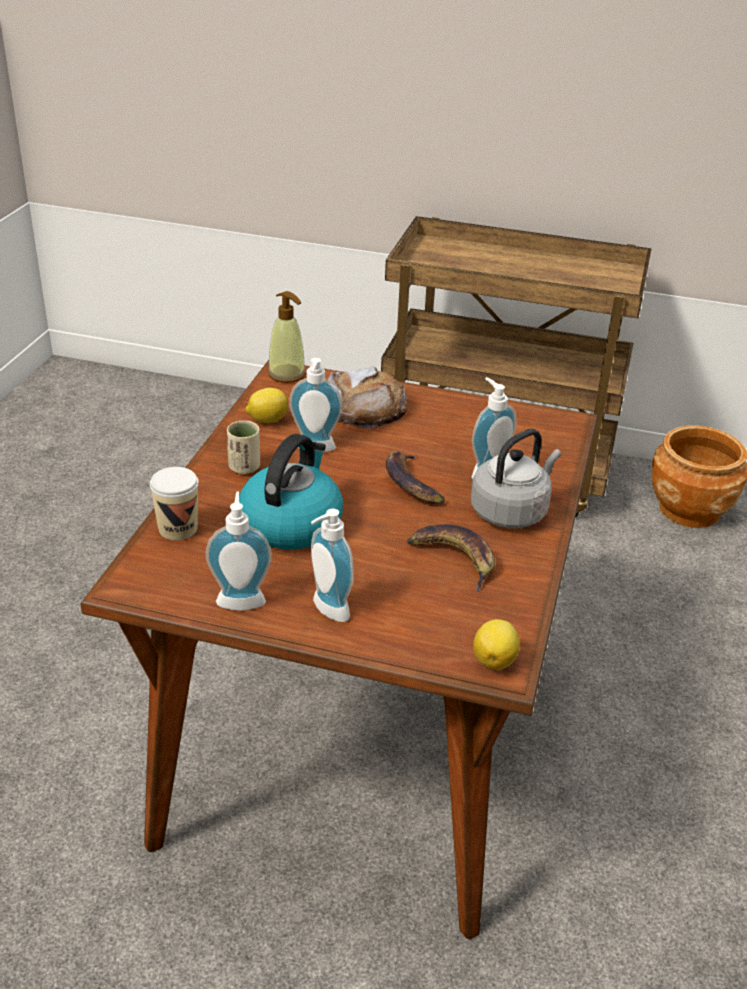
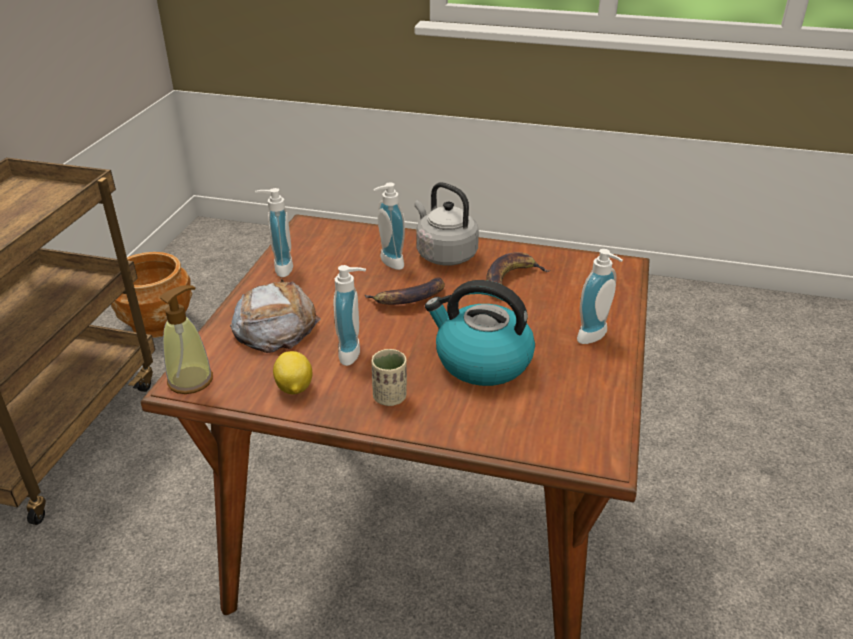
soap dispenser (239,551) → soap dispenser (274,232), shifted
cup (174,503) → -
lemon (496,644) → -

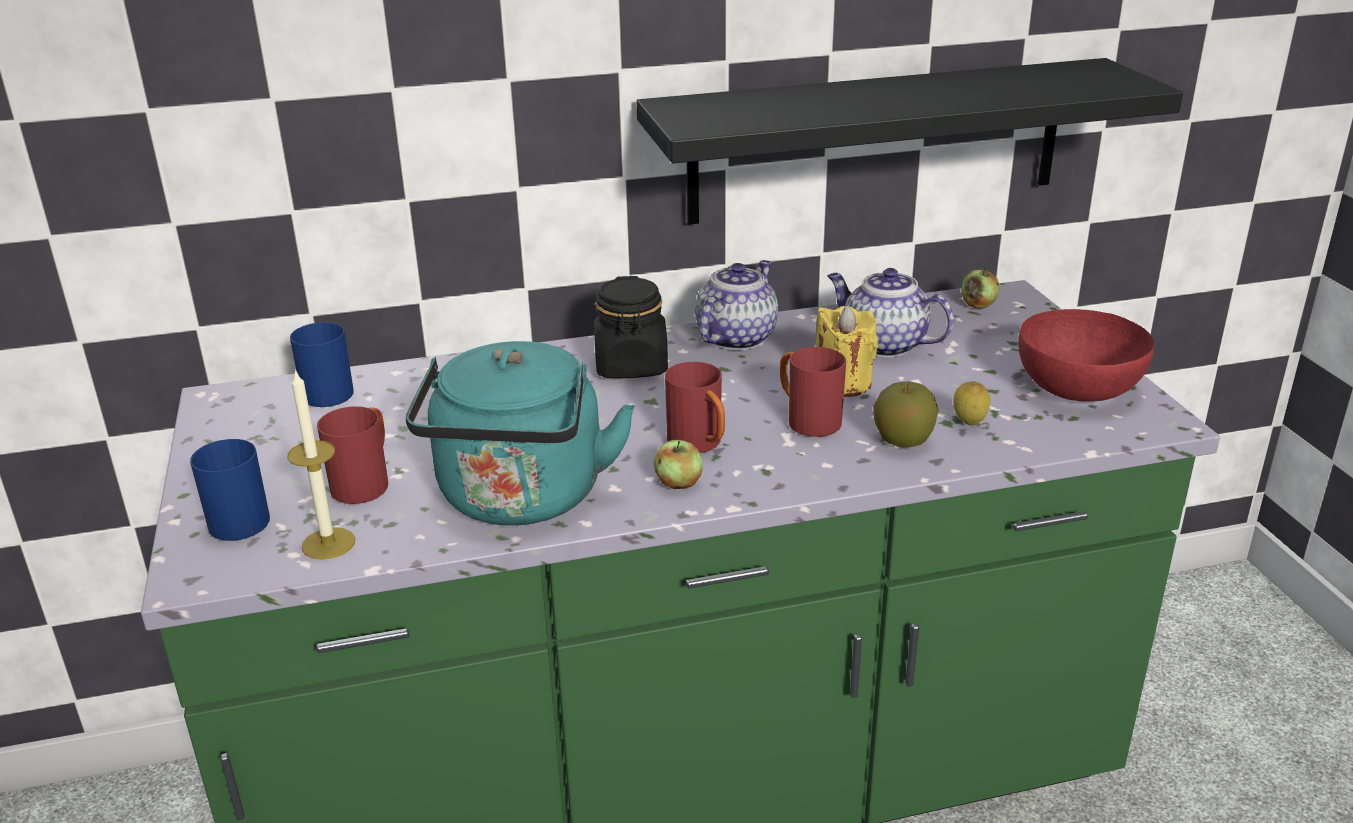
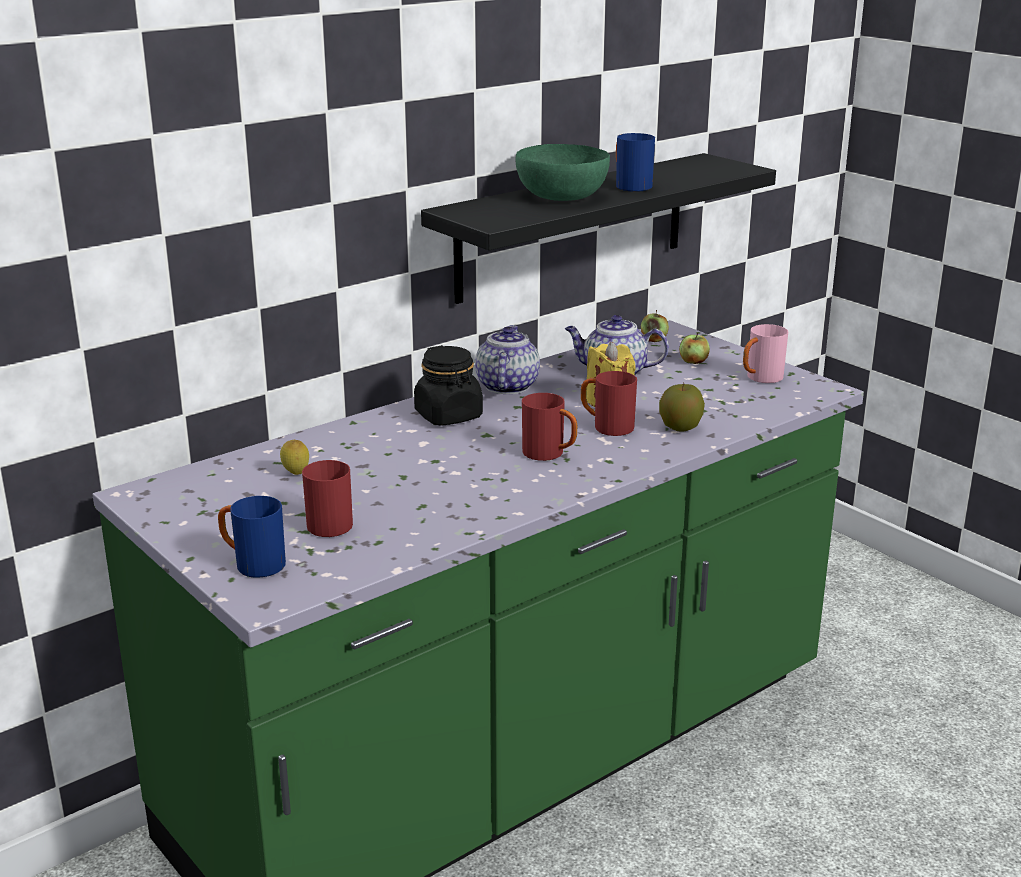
lemon (971,403) → lemon (294,457), shifted
- → bowl (green) (563,172)
mug (blue) (322,364) → mug (blue) (635,162), shifted
apple (678,464) → apple (694,348), shifted
bowl (red) (1086,355) → mug (pink) (765,353)
candle (321,464) → -
kettle (turquoise) (520,433) → -

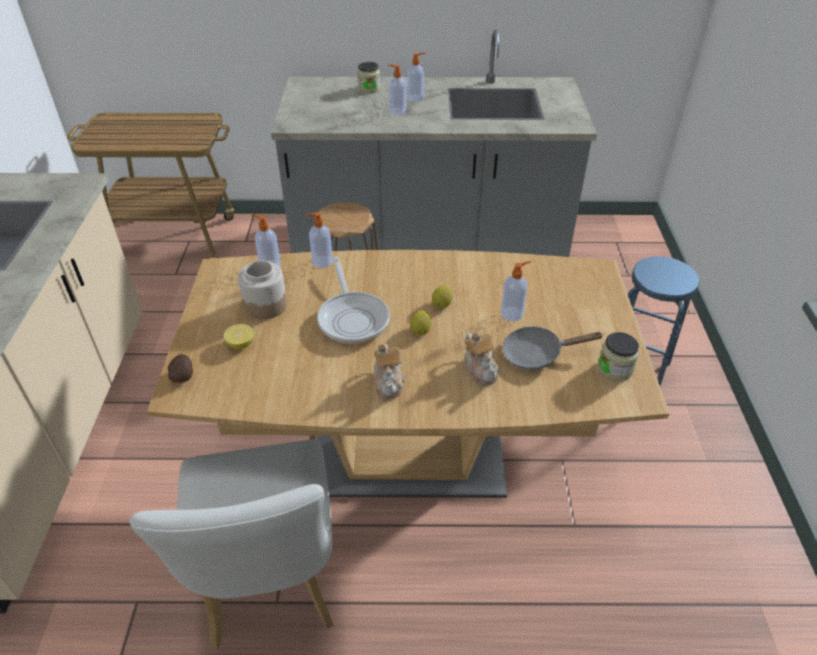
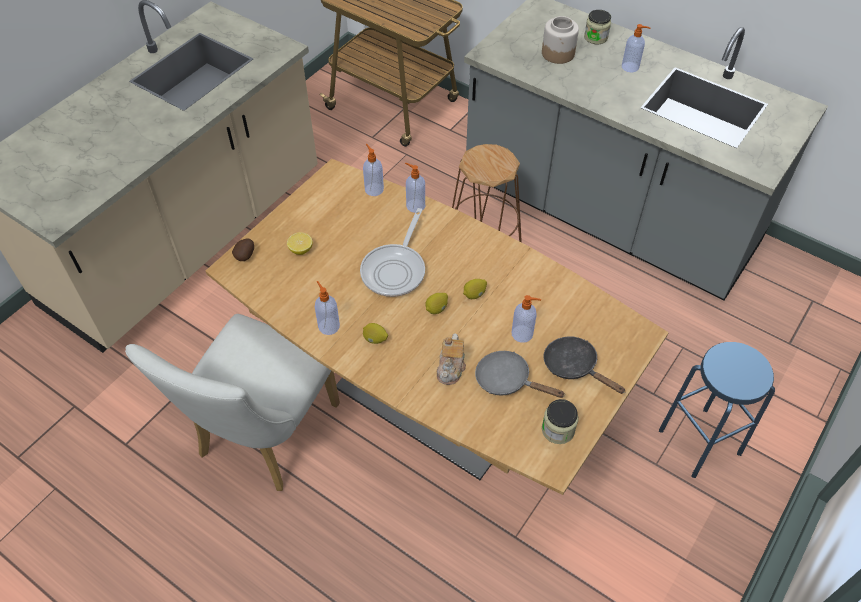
soap dispenser (397,89) → soap dispenser (327,308), shifted
teapot (389,371) → lemon (375,333)
jar (262,290) → jar (560,40), shifted
- → frying pan (black) (584,365)

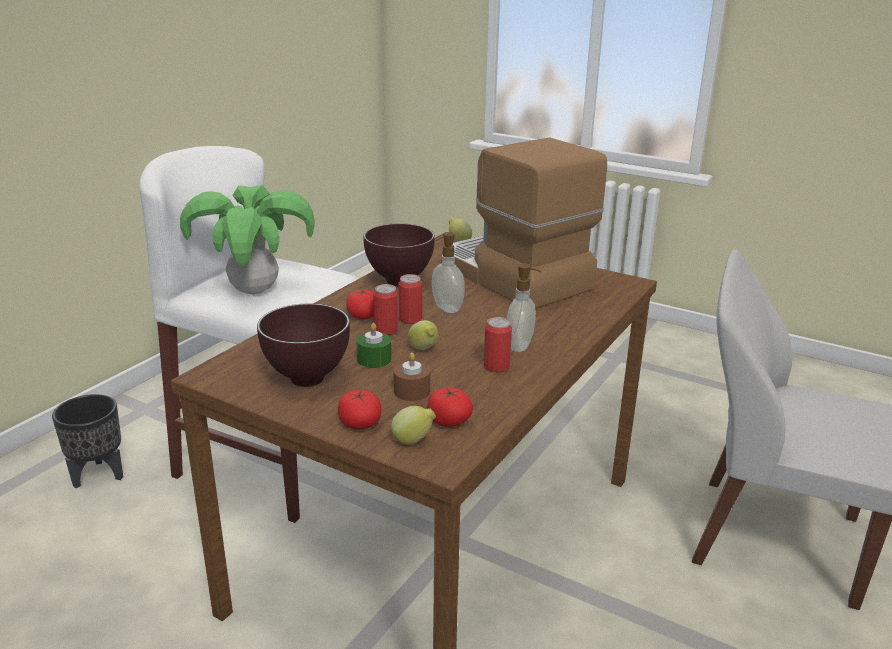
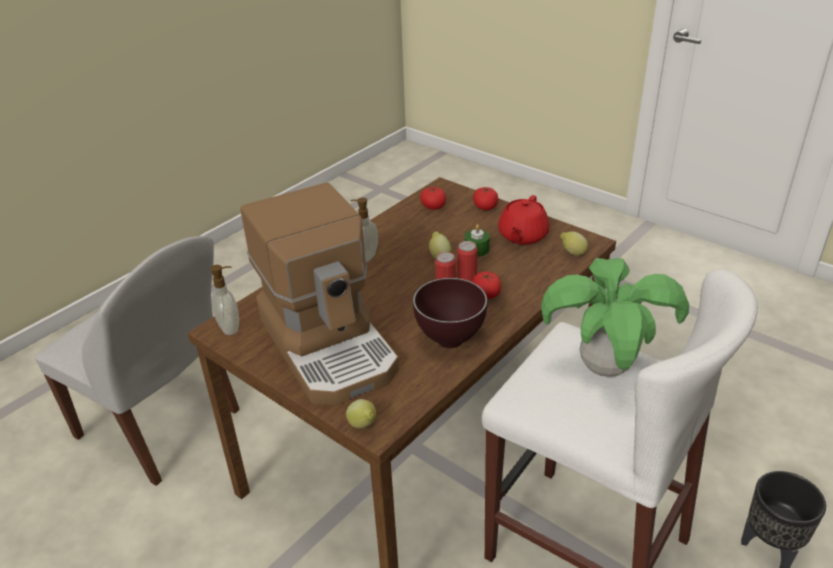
soap dispenser (448,272) → soap dispenser (224,300), shifted
bowl (brown) (303,345) → teapot (red) (524,220)
lemon (413,425) → lemon (574,243), shifted
candle (brown) (411,377) → -
can (498,344) → -

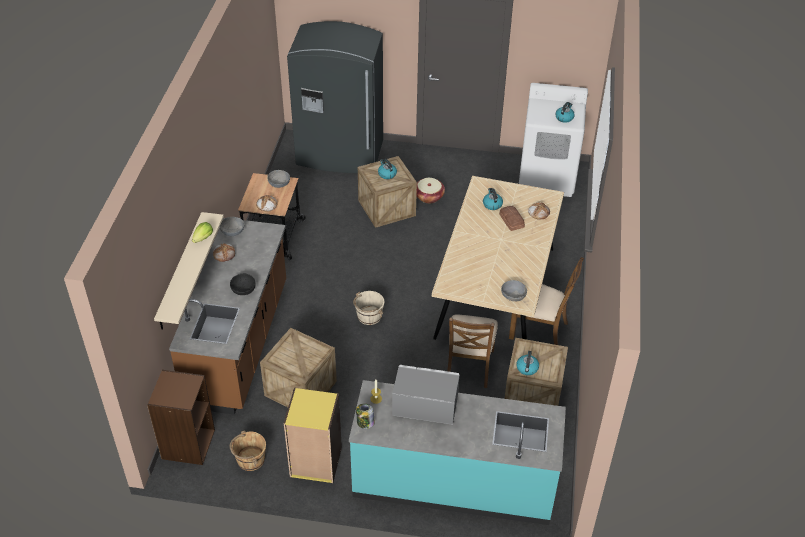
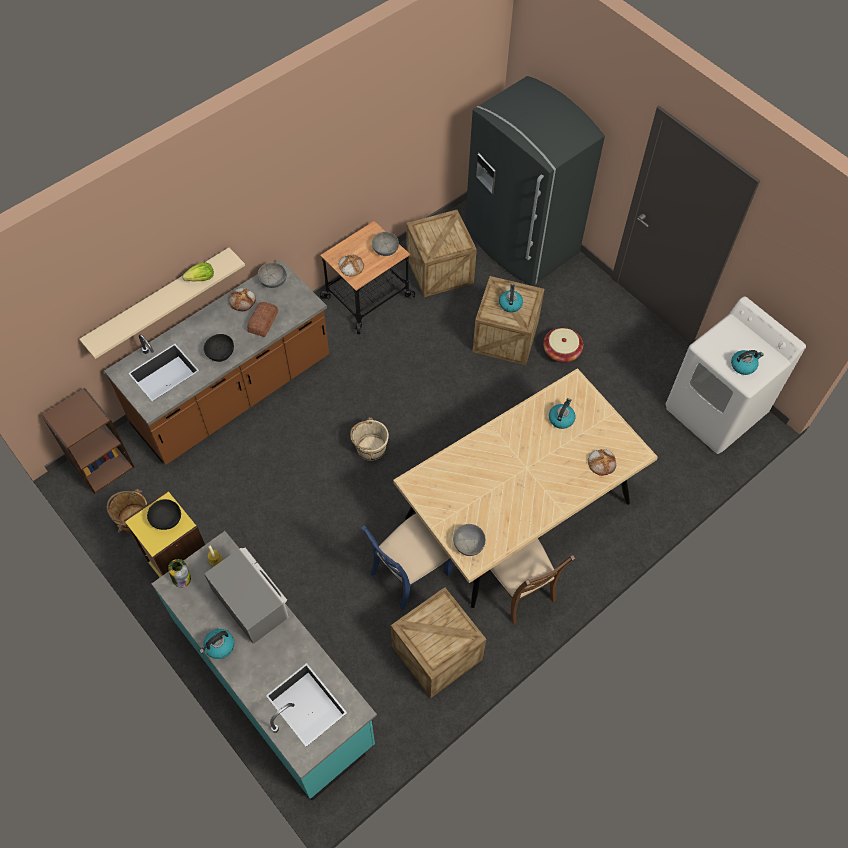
- → bowl (black) (164,514)
kettle (528,363) → kettle (217,644), shifted
bread (512,218) → bread (262,319), shifted
chair (brown) (472,351) → chair (blue) (407,561)
crate (298,367) → crate (441,253), shifted

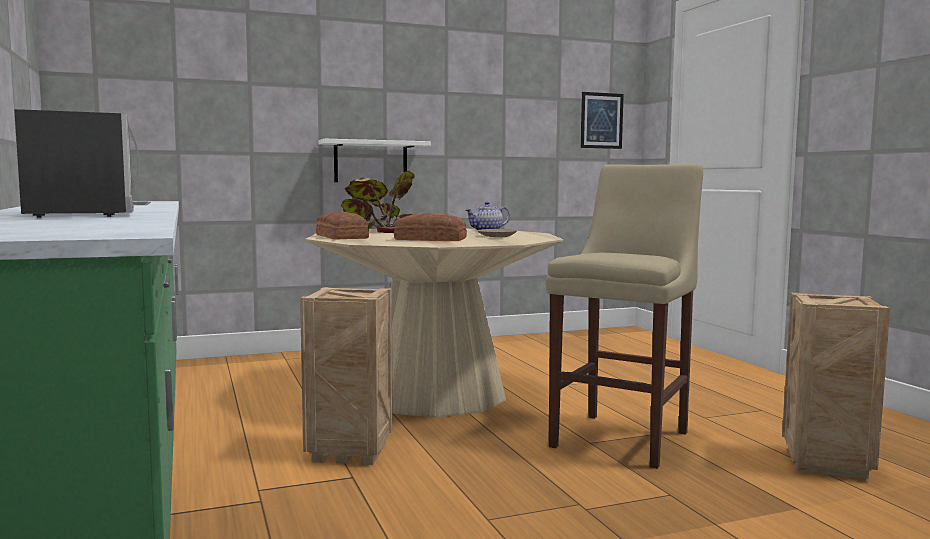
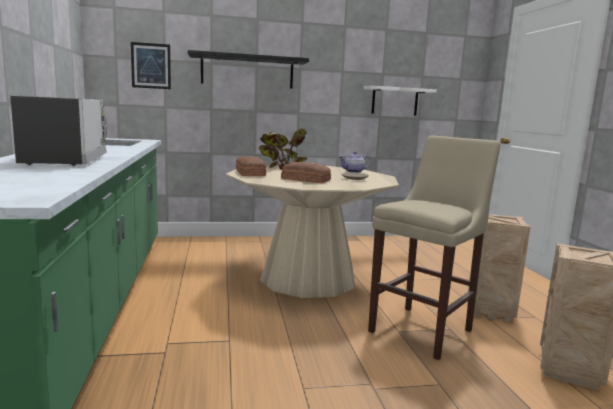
picture (602,120) → picture (151,65), shifted
- → shelf (black) (248,69)
shelf (white) (374,160) → shelf (white) (400,101), shifted
crate (346,376) → crate (499,268), shifted

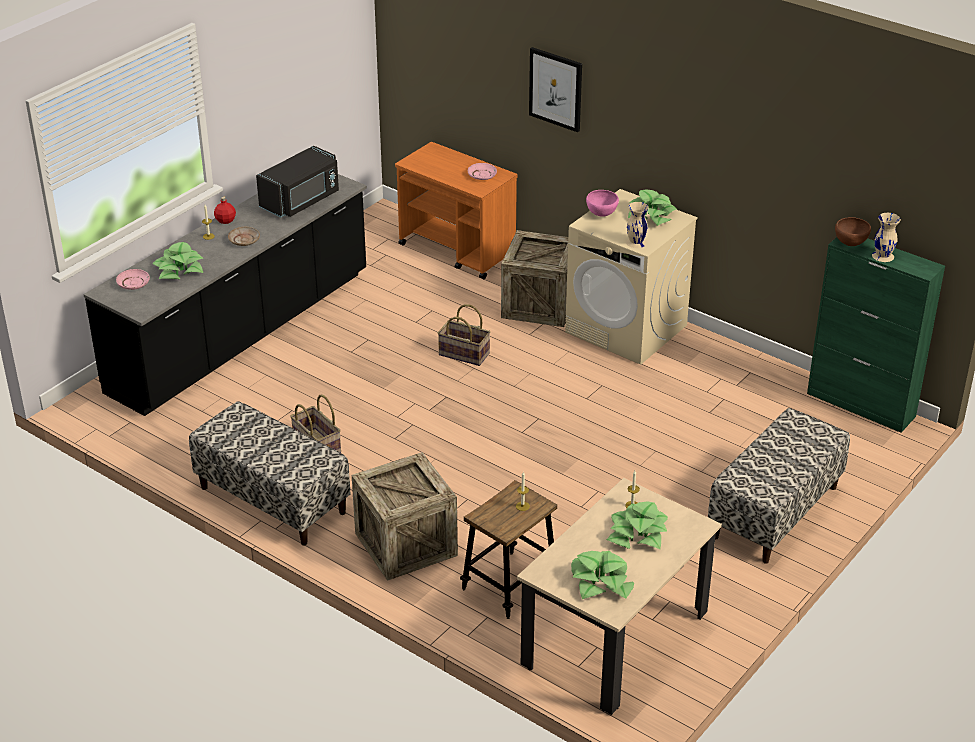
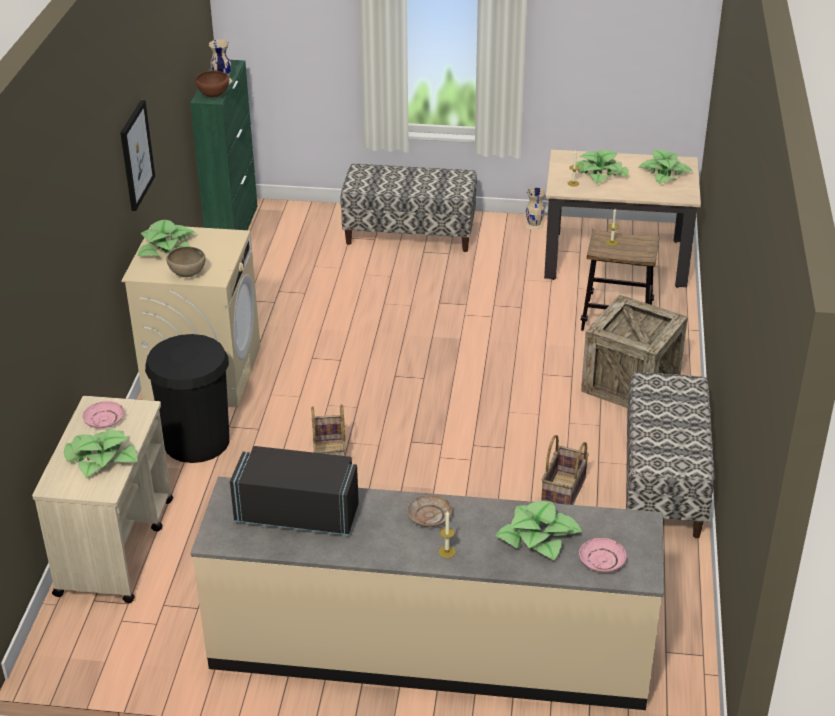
cart (orange) (456,210) → cart (beige) (102,499)
- → potted plant (101,454)
picture (555,89) → picture (137,155), shifted
crate (534,278) → trash can (black) (187,398)
bowl (pink) (602,203) → bowl (brown) (186,261)
counter (black) (225,295) → counter (beige) (427,593)
vase (beige) (637,225) → vase (beige) (535,209), shifted
bottle (red) (225,210) → -

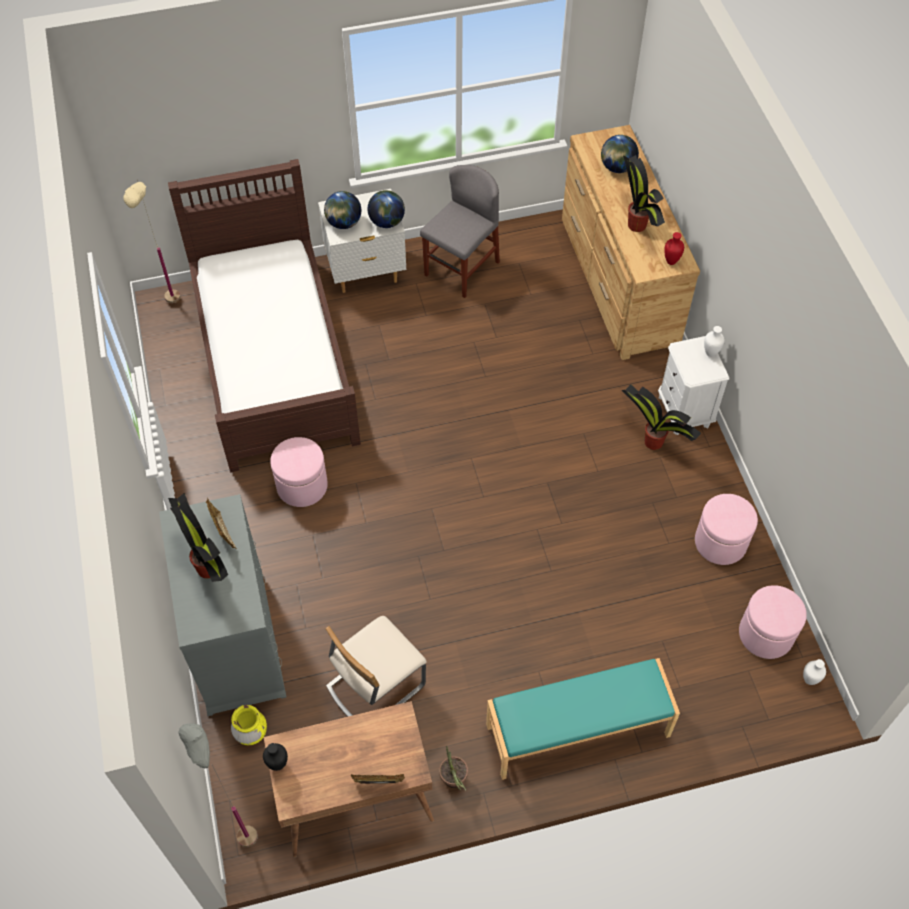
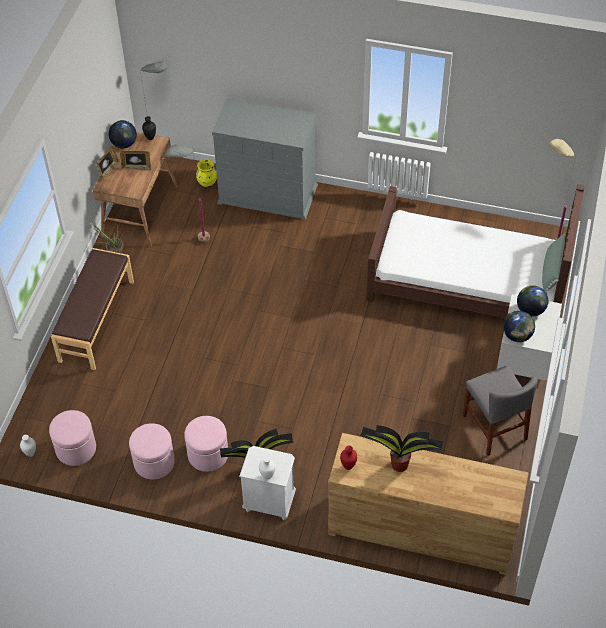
bench (turquoise) (583,719) → bench (brown) (92,309)
globe (620,154) → globe (122,134), shifted
picture frame (221,523) → picture frame (135,161), shifted
chair (beige) (376,666) → floor lamp (grey) (188,193)
ottoman (pink) (299,472) → ottoman (pink) (206,444), shifted
- → pillow (green) (553,263)
potted plant (198,537) → -

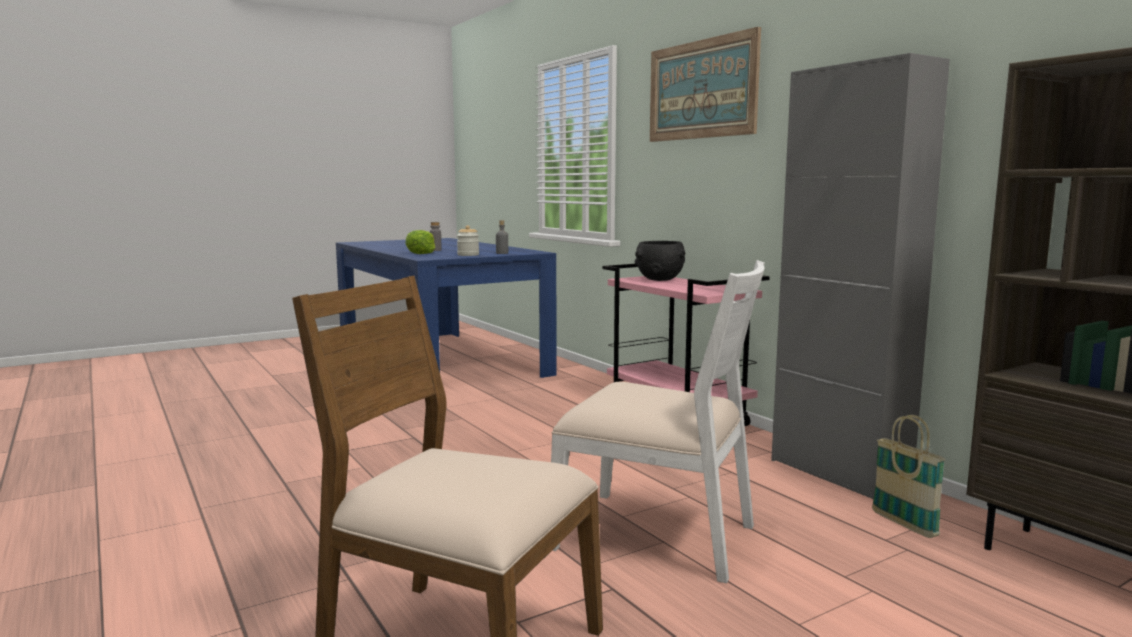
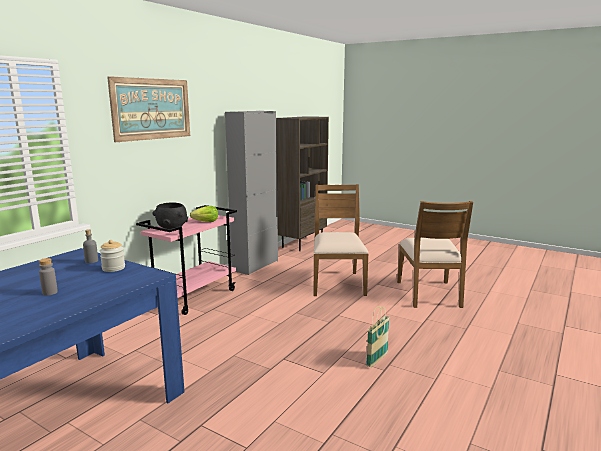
lettuce (420,242) → lettuce (204,214), shifted
chair (white) (658,421) → chair (brown) (341,240)
basket (908,476) → basket (378,336), shifted

